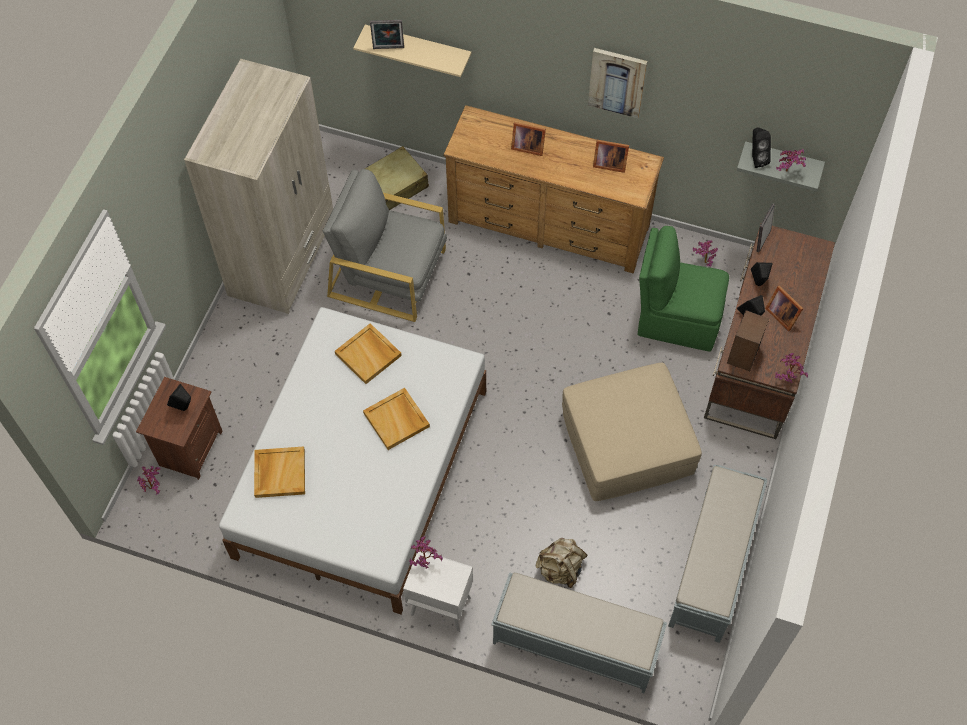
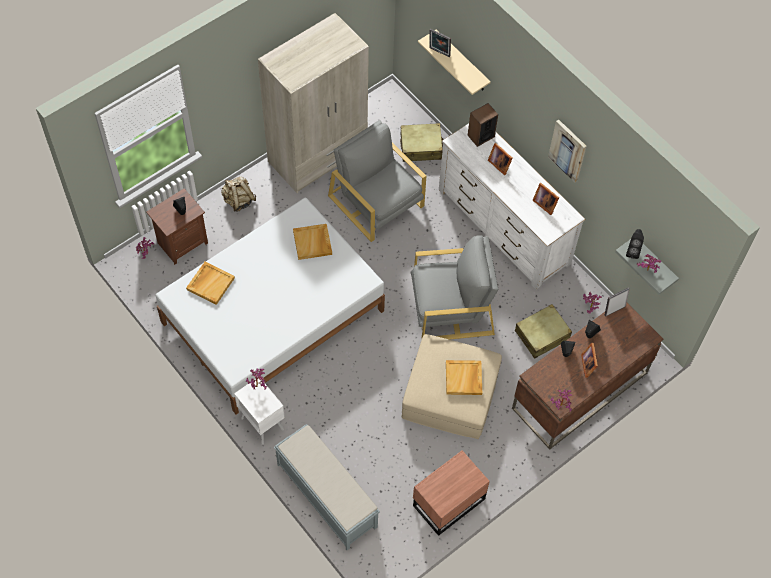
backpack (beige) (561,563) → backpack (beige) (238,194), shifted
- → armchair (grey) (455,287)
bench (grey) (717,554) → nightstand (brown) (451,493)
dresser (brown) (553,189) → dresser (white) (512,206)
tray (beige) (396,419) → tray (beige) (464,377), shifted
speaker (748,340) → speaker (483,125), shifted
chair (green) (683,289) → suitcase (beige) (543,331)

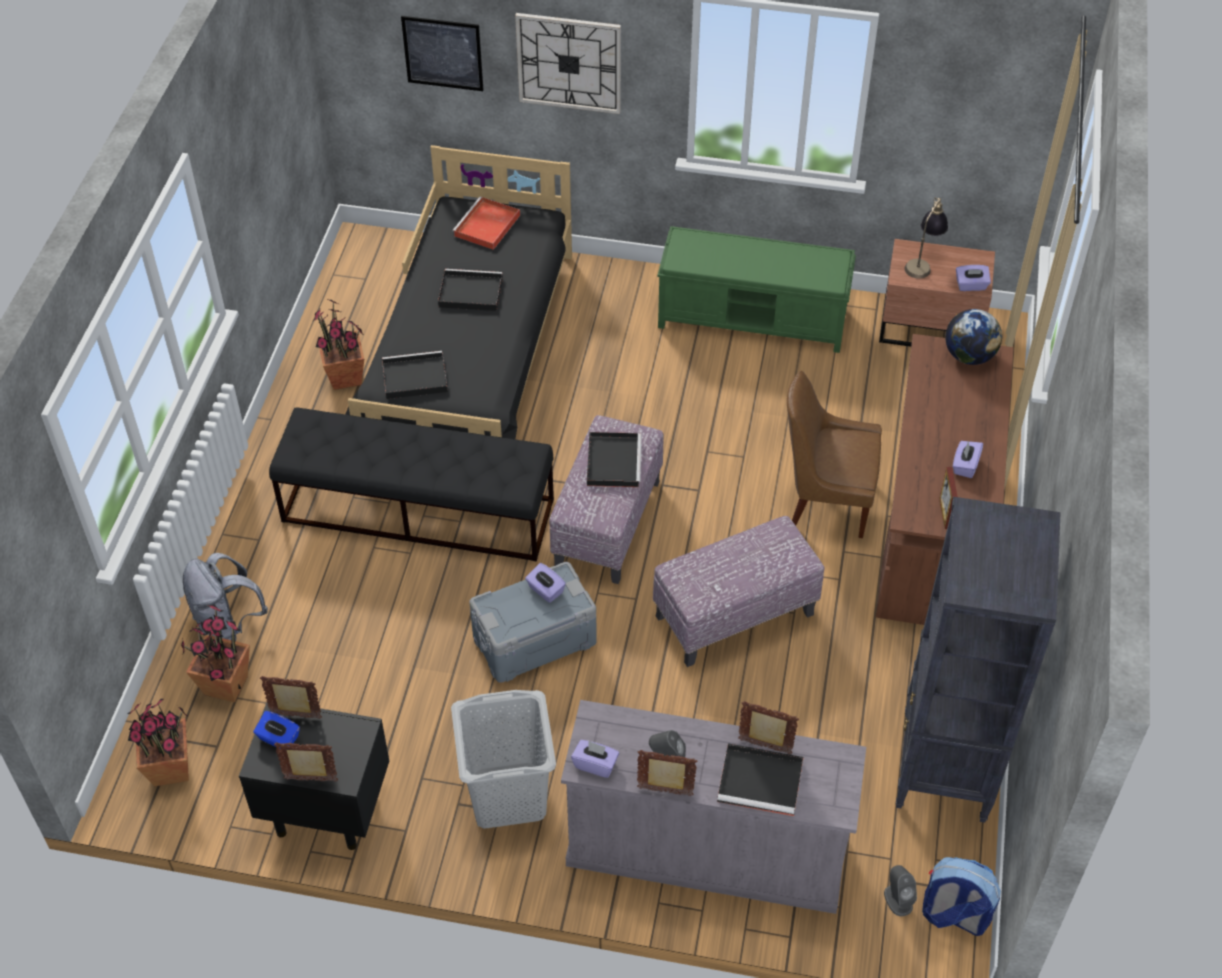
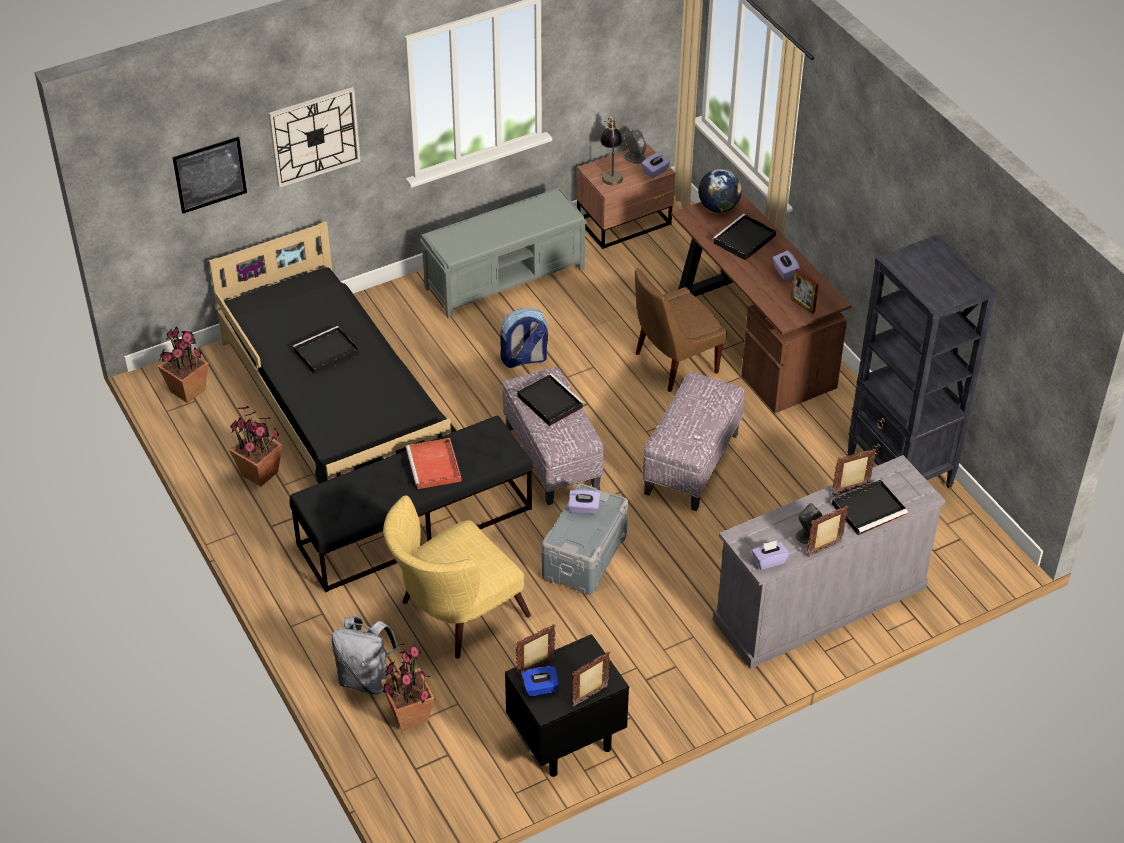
potted plant (158,742) → potted plant (182,364), shifted
- → armchair (yellow) (457,577)
tray (red) (486,223) → tray (red) (433,463), shifted
bench (green) (756,289) → bench (grey) (503,252)
backpack (961,896) → backpack (524,338), shifted
speaker (grey) (900,890) → speaker (grey) (635,146), shifted
tray (black) (415,375) → tray (black) (744,237), shifted
laundry basket (grey) (503,759) → -

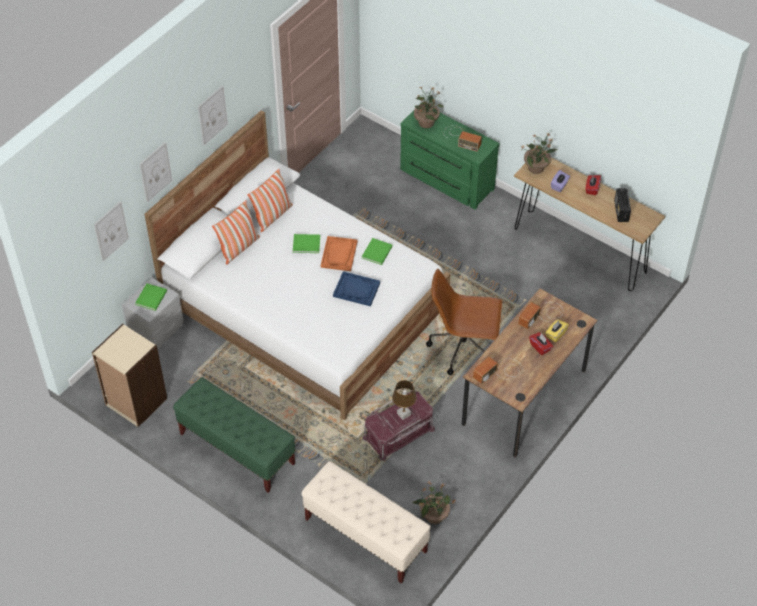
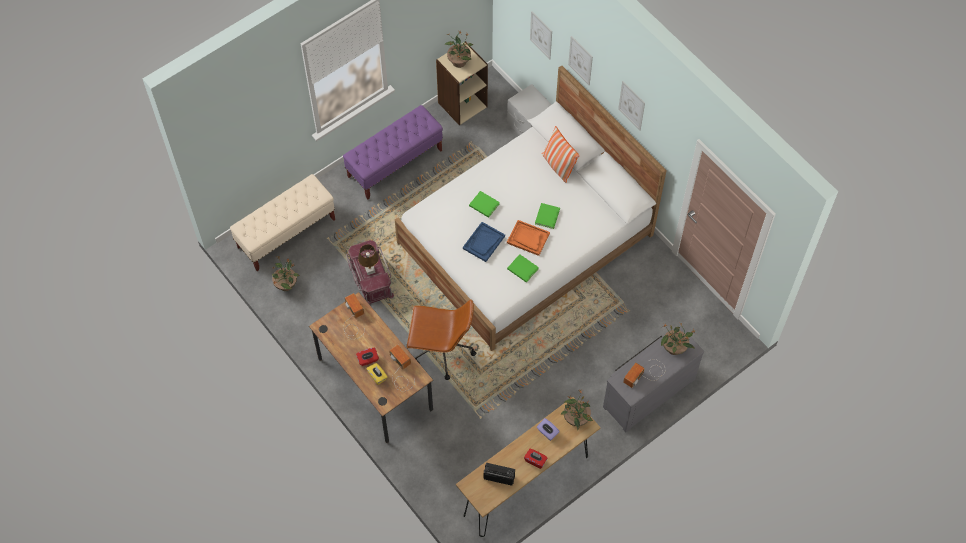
bench (green) (234,435) → bench (purple) (393,152)
office chair (brown) (464,322) → office chair (brown) (441,339), 75 degrees clockwise
- → potted plant (459,49)
book (green) (151,297) → book (green) (484,204), shifted
dresser (green) (450,160) → dresser (grey) (653,379)
pillow (270,200) → -

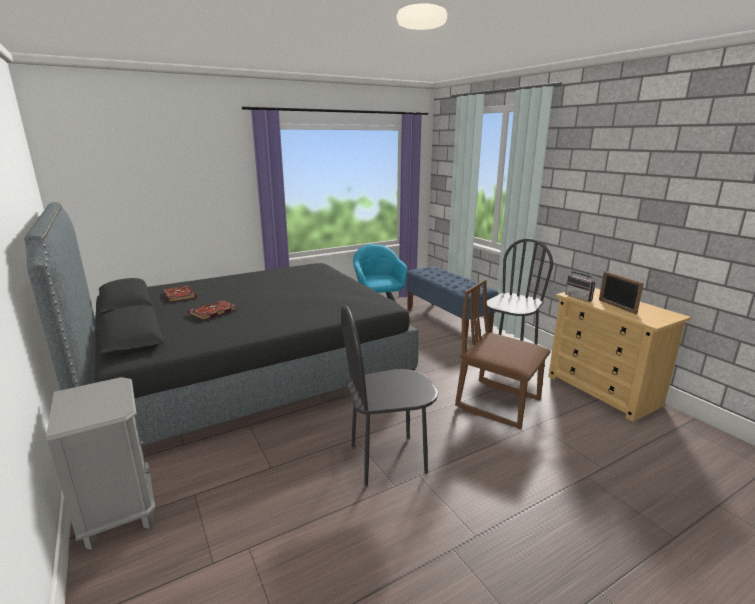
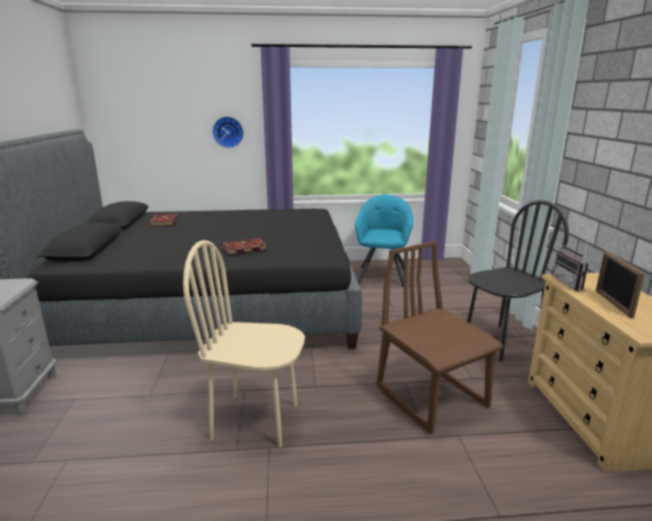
chair (black) (389,395) → chair (beige) (244,344)
- → wall clock (228,132)
book (212,310) → book (244,246), shifted
bench (blue) (452,302) → -

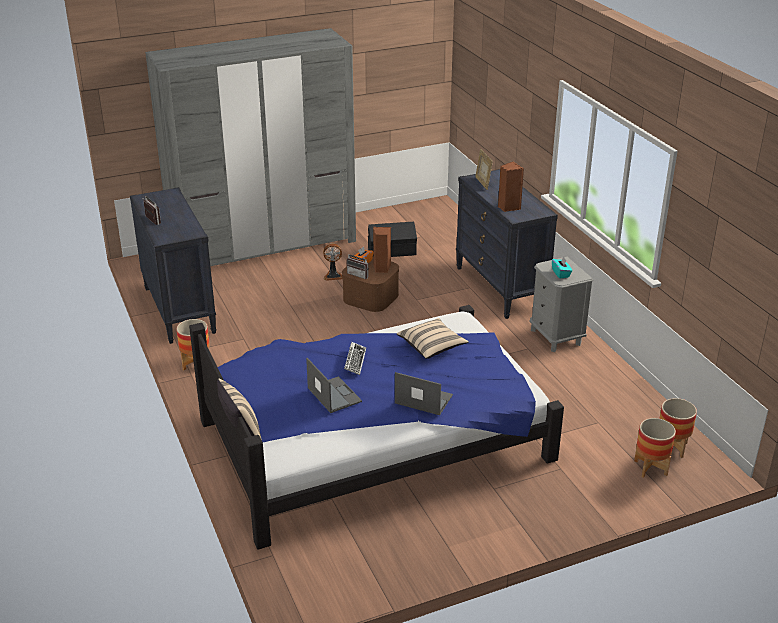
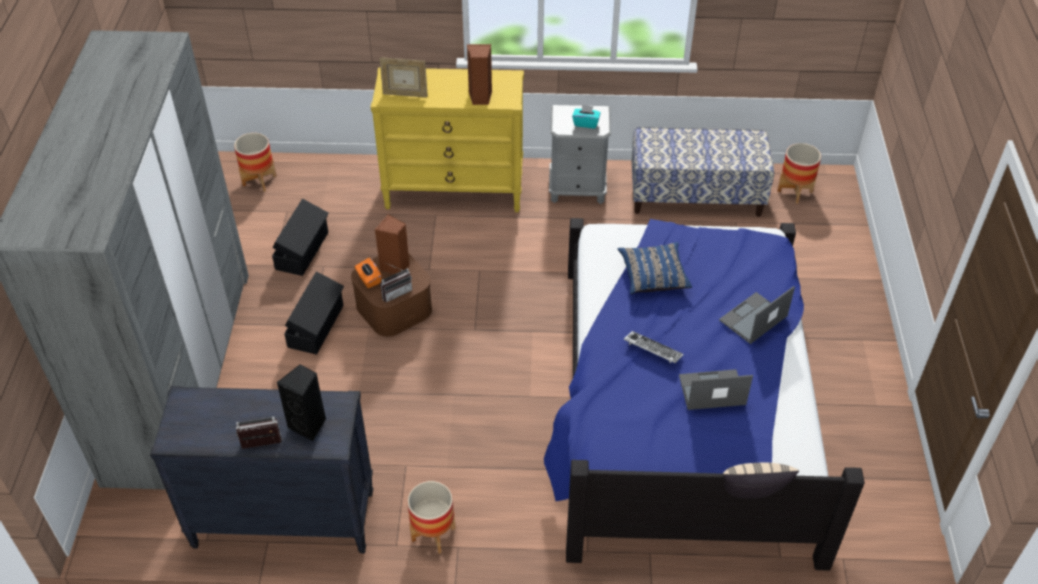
planter (655,448) → planter (255,162), shifted
- → speaker (black) (301,403)
fan (333,262) → storage box (black) (314,313)
dresser (black) (507,244) → dresser (yellow) (447,139)
pillow (beige) (433,338) → pillow (blue) (654,268)
- → bench (702,172)

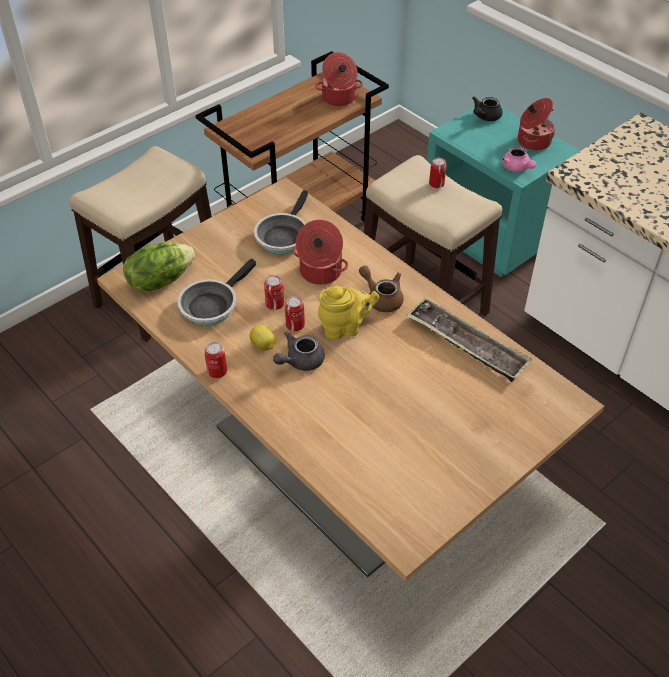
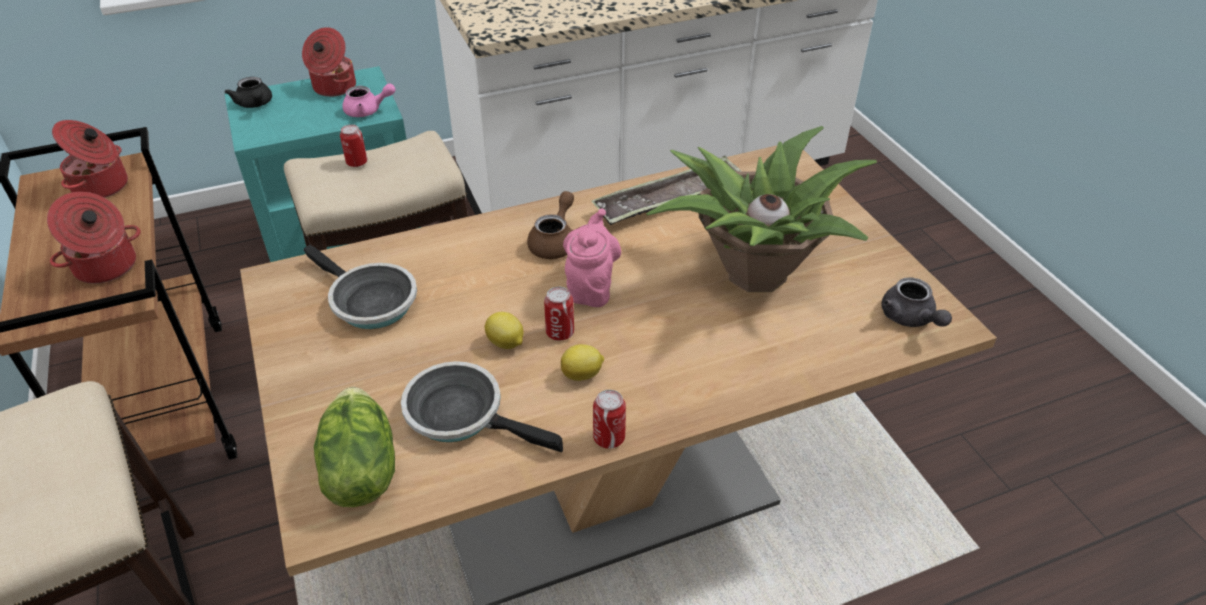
cooking pot (320,252) → cooking pot (94,238), shifted
frying pan (216,292) → frying pan (482,406), 150 degrees clockwise
can (274,292) → lemon (504,330)
teapot (brown) (381,289) → teapot (brown) (553,225), 135 degrees clockwise
teapot (yellow) (348,313) → teapot (pink) (592,258)
- → potted plant (761,209)
teapot (grey) (299,351) → teapot (grey) (917,302), shifted

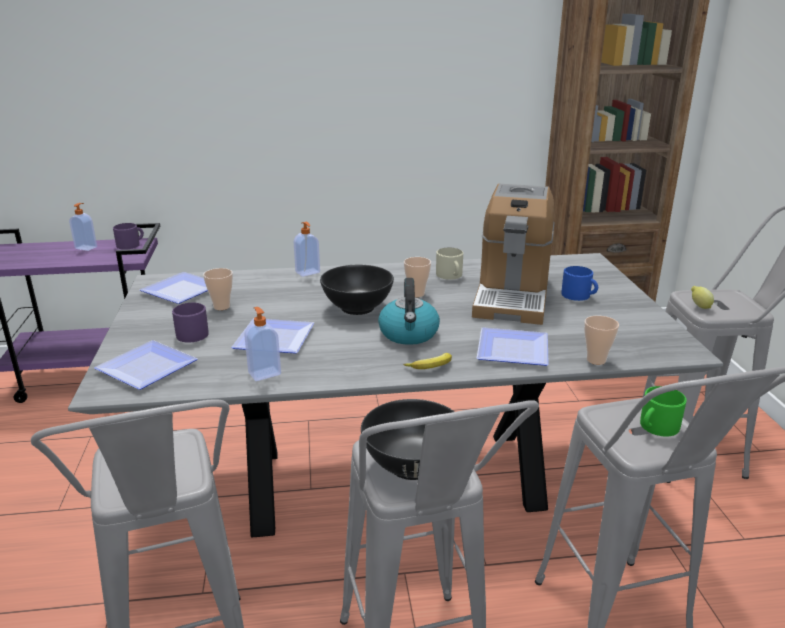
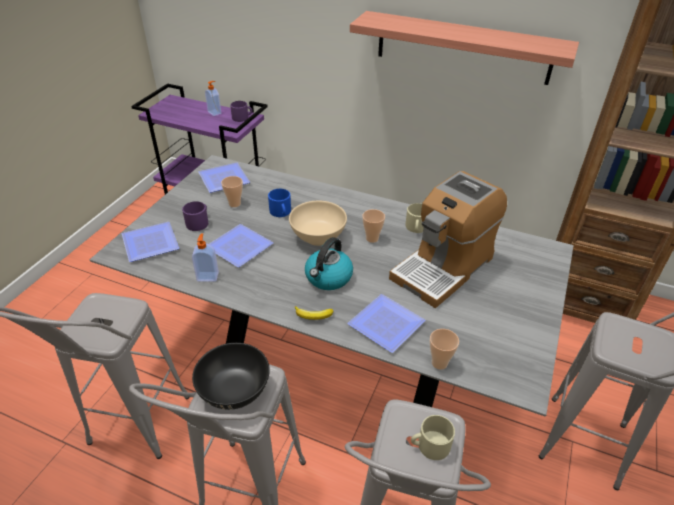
mug (blue) (579,283) → mug (blue) (279,203), shifted
bowl (black) (357,290) → bowl (beige) (318,223)
- → shelf (464,48)
mug (green) (663,411) → mug (beige) (433,437)
soap dispenser (307,249) → -
lemon (702,297) → -

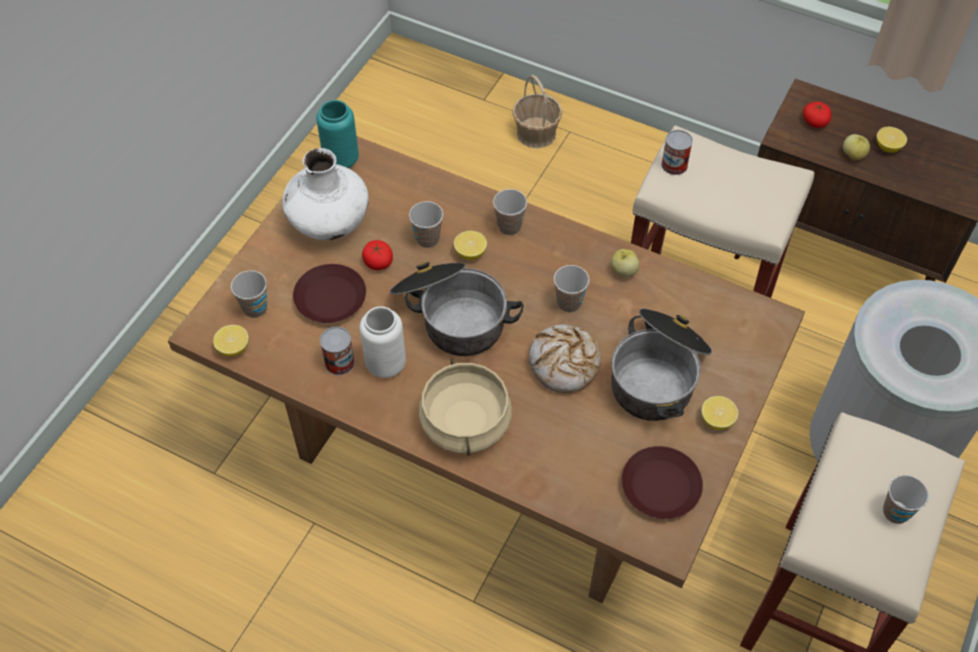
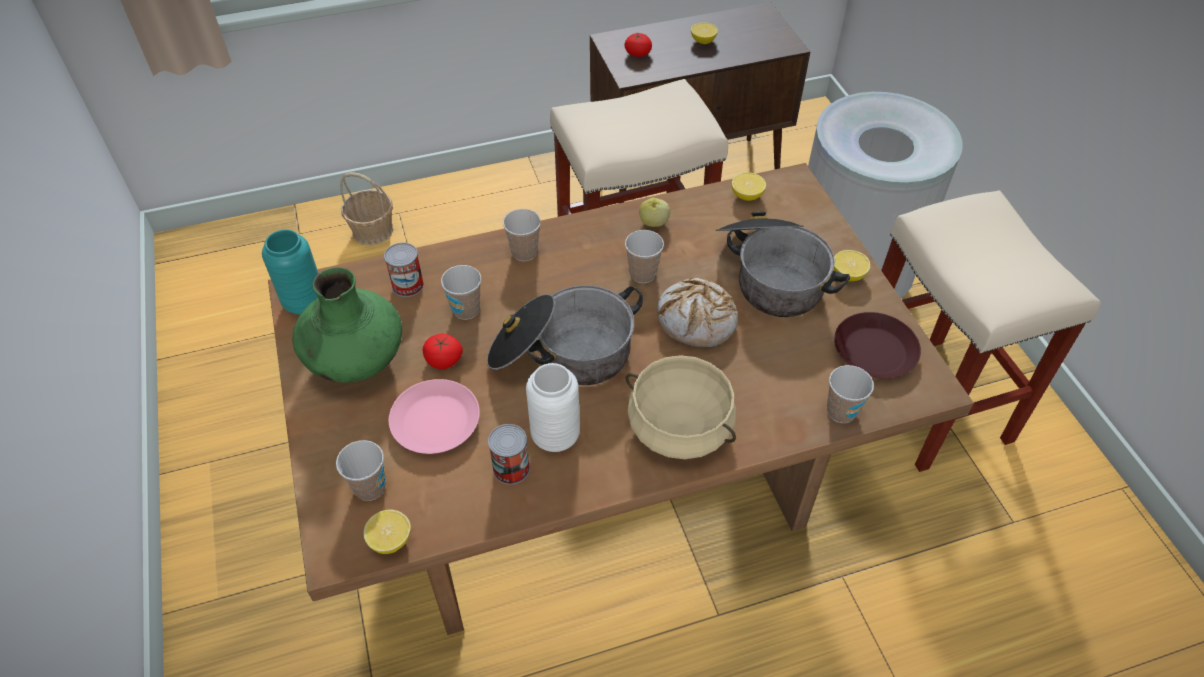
vase (white) (325,194) → vase (green) (347,324)
can (677,152) → can (404,270), shifted
plate (brown) (329,293) → plate (pink) (434,416)
lemon (470,245) → lemon (749,186), shifted
cup (906,499) → cup (850,394), shifted
apple (856,147) → -

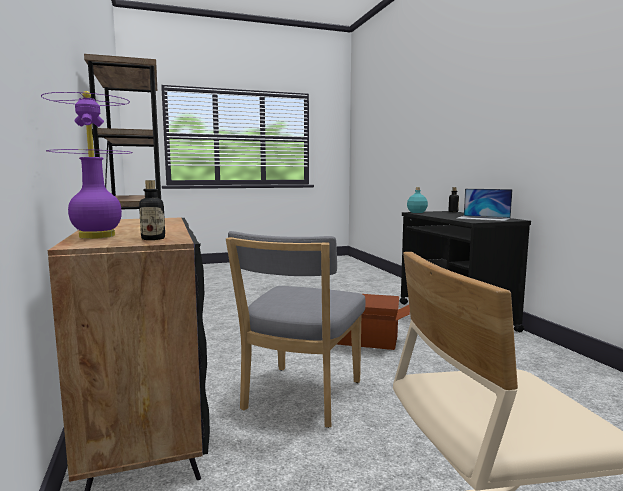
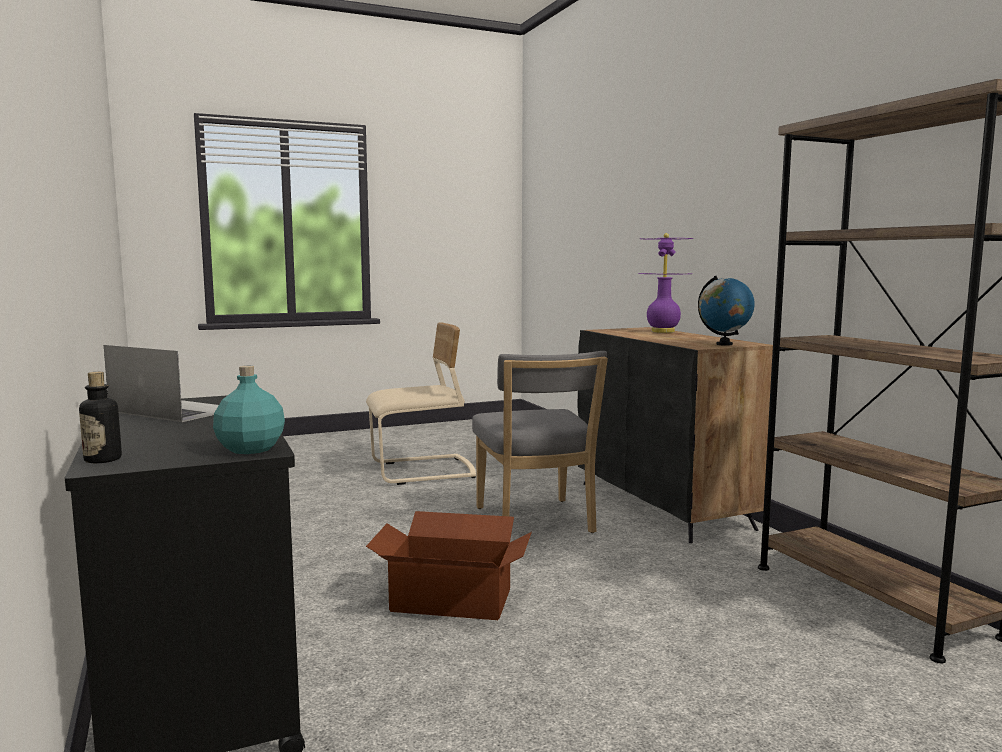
chair (grey) (295,329) → chair (grey) (540,442), 150 degrees clockwise
- → globe (726,311)
bottle (152,210) → -

